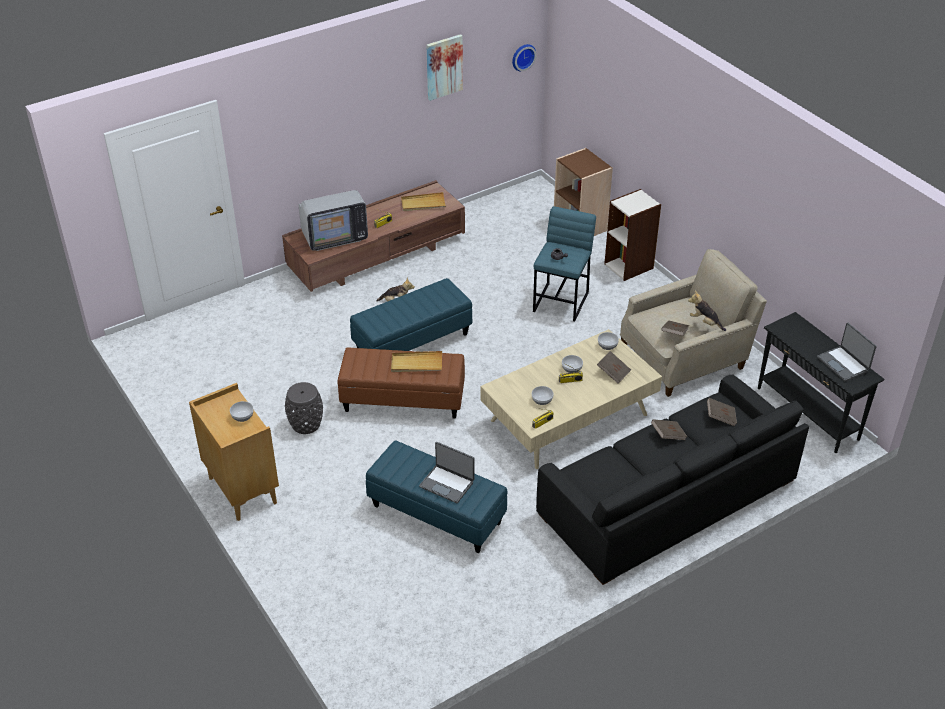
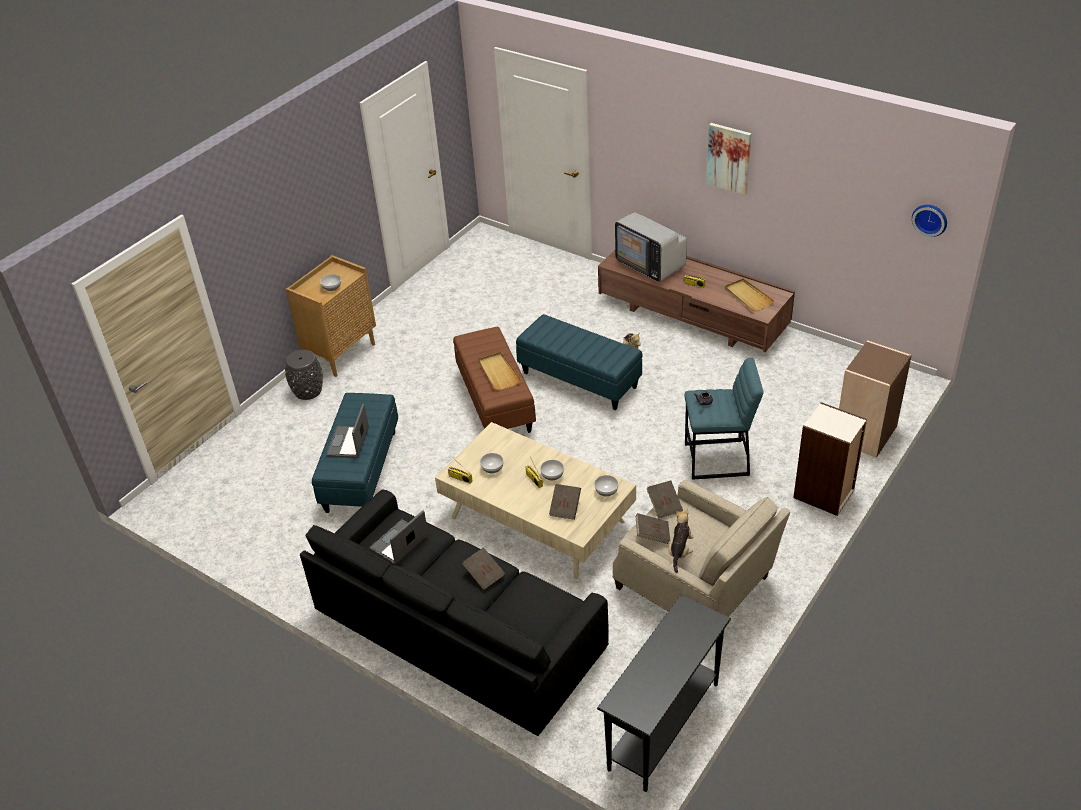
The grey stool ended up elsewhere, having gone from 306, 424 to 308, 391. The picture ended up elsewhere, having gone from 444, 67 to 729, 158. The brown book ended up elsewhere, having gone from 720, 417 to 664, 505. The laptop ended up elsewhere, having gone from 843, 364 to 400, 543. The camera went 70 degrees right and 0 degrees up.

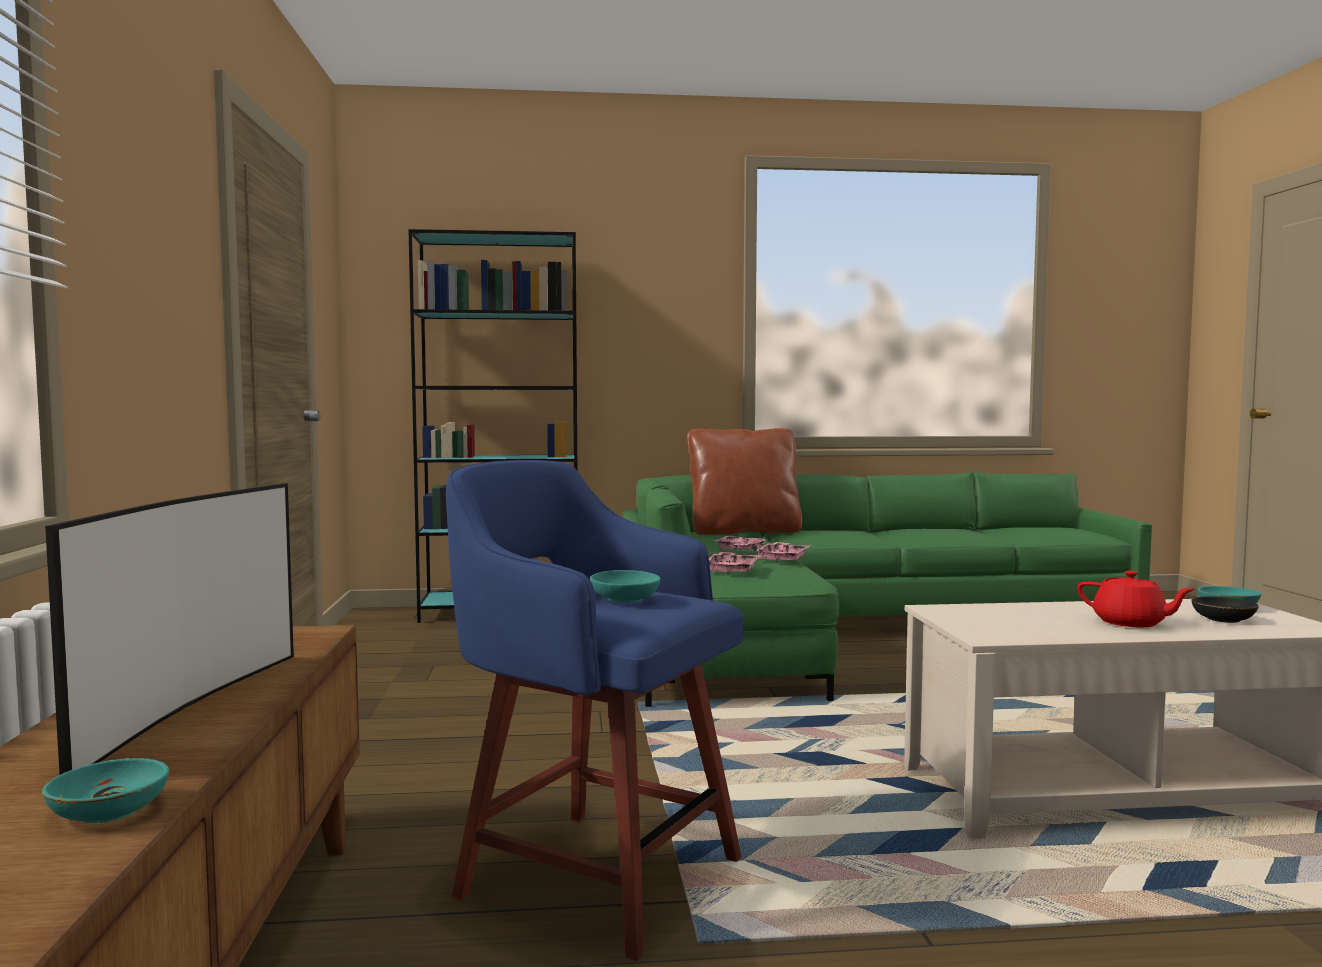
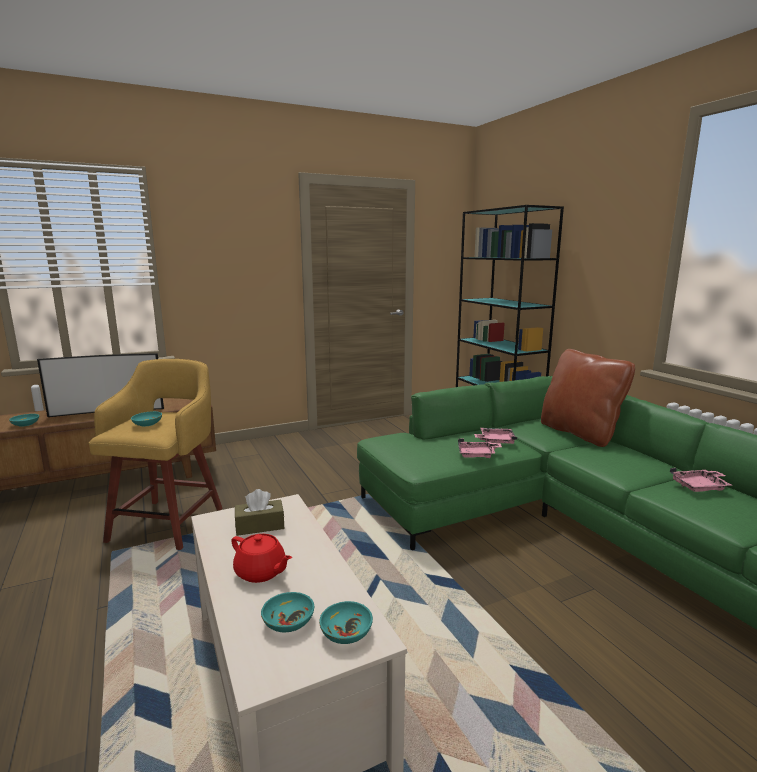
What was the blue stool at 594, 874 turned into the yellow stool at 169, 522. The pink tray ended up elsewhere, having gone from 732, 571 to 700, 487. The red teapot at 1130, 623 ended up facing another way, 75 degrees counterclockwise from before. What was the black bowl at 1223, 619 turned into the turquoise bowl at 288, 621. The second view gained the brown tissue box at 260, 526. The camera went 70 degrees right and 10 degrees up.

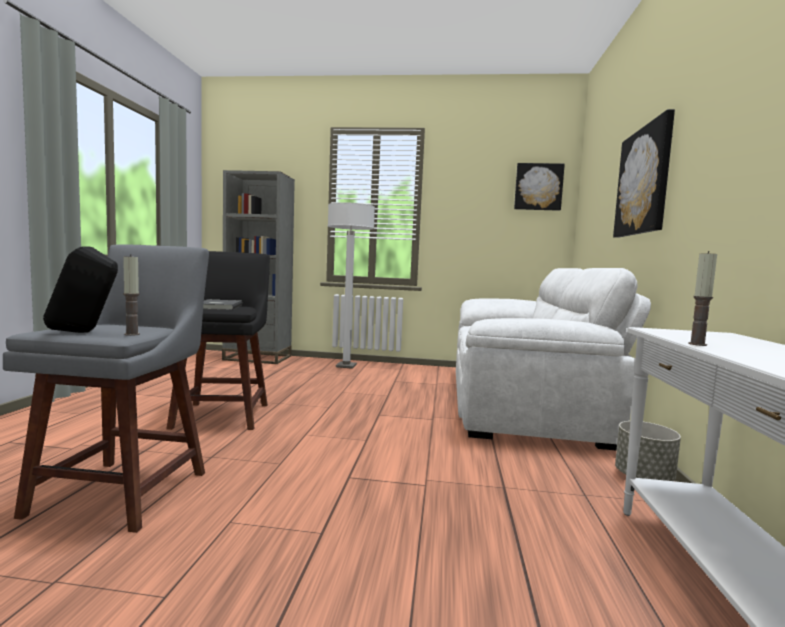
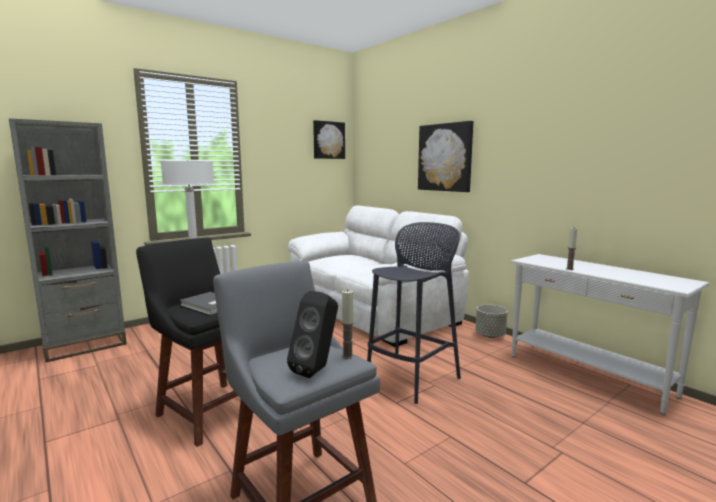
The second view gained the grey stool at 410, 378. The camera went 45 degrees left and 5 degrees up.

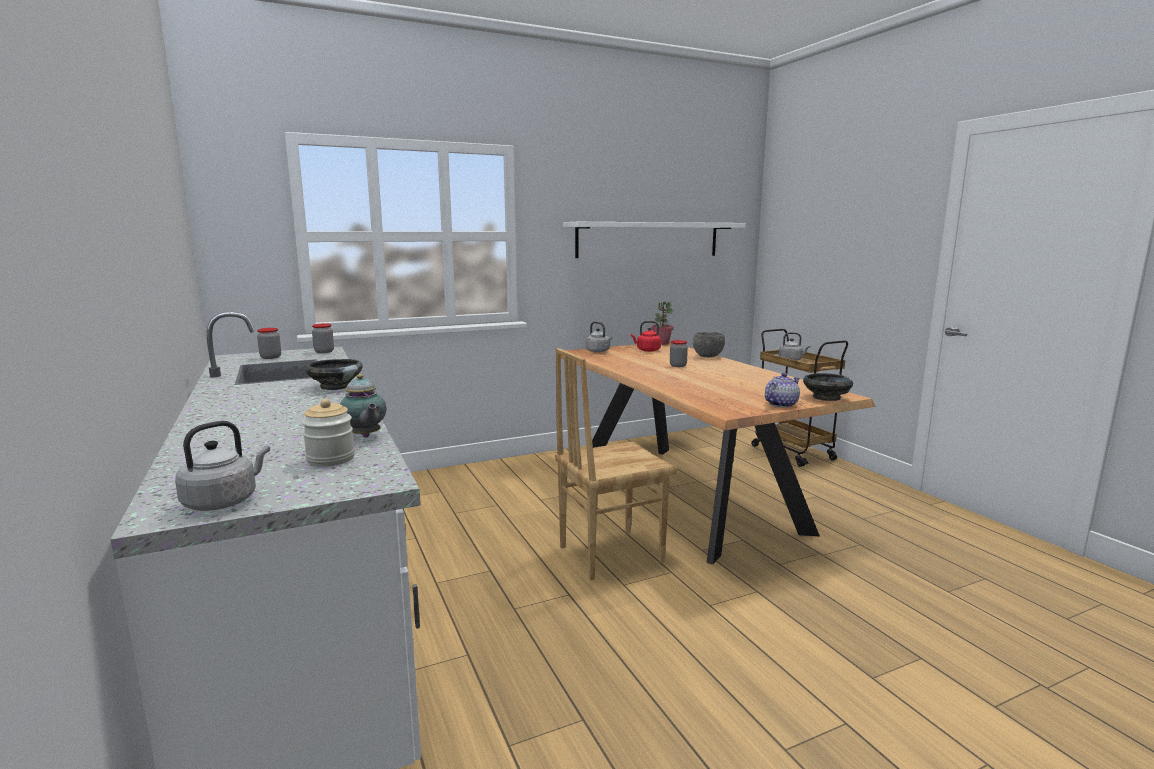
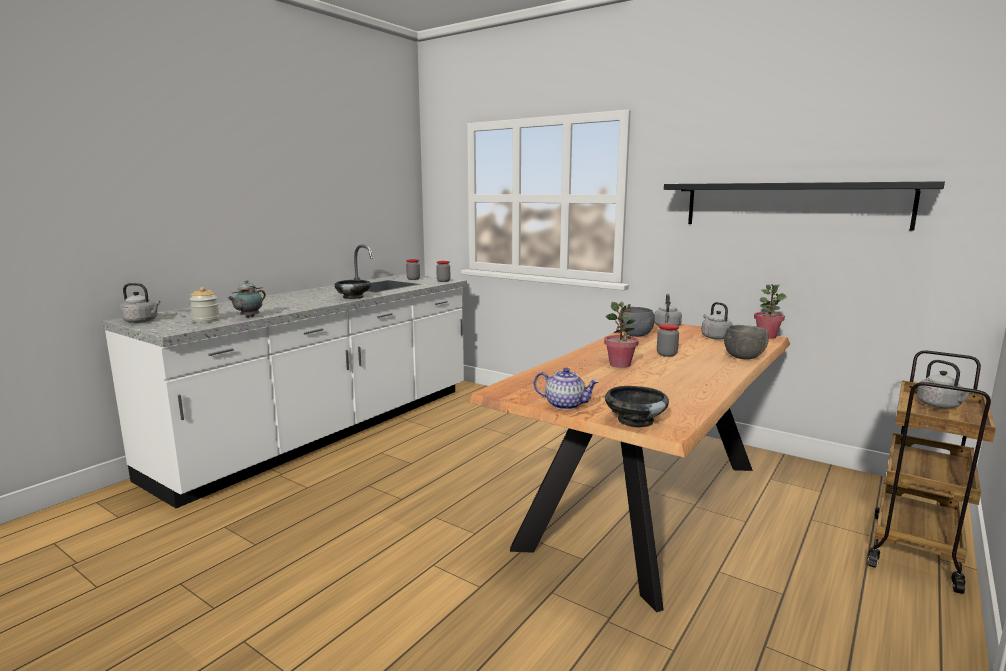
The second view lost the brown chair at 609, 553. What was the white shelf at 648, 239 turned into the black shelf at 792, 205. What was the red kettle at 647, 350 turned into the grey kettle at 714, 337. The second view gained the potted plant at 620, 365. The second view gained the grey bowl at 635, 335. The camera went 60 degrees right and 0 degrees up.

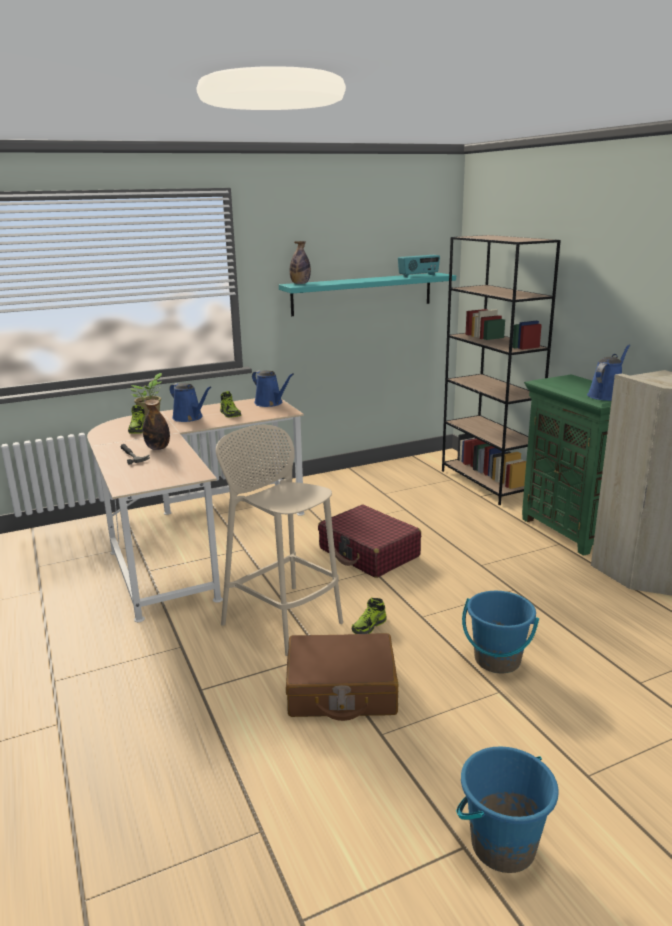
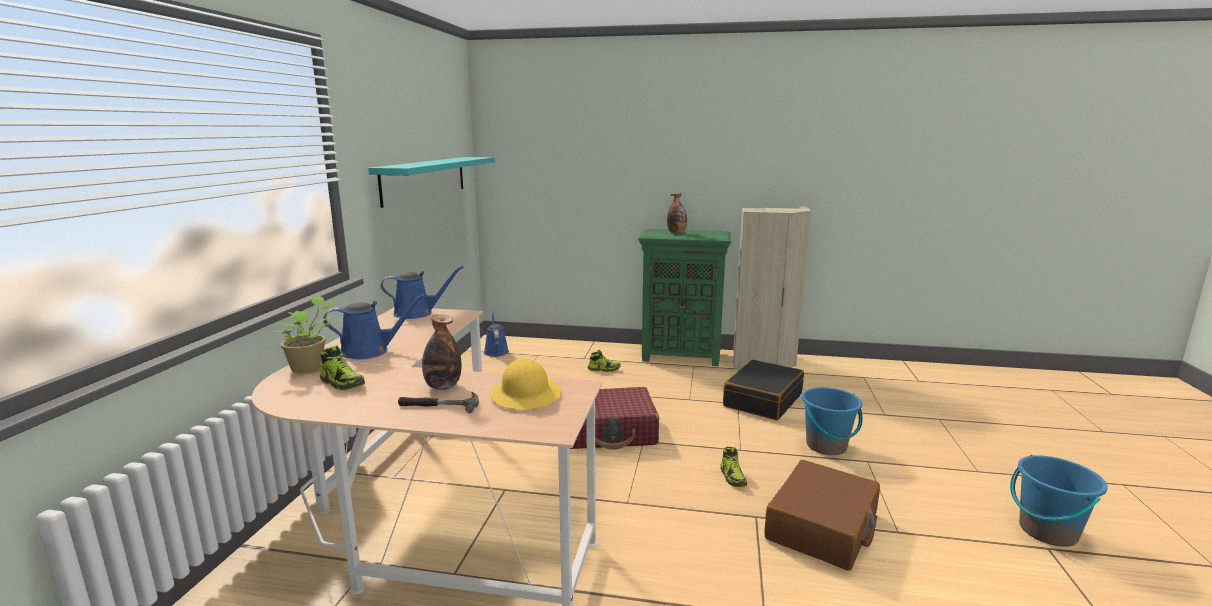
The second view lost the beige stool at 284, 620. The shoe ended up elsewhere, having gone from 230, 414 to 604, 369. The bottle ended up elsewhere, having gone from 300, 284 to 676, 233. The second view lost the radio at 418, 276. The second view lost the beige bookcase at 488, 483. The blue watering can ended up elsewhere, having gone from 606, 395 to 496, 351. The second view gained the yellow hard hat at 526, 395. The second view gained the black suitcase at 762, 400. The camera went 55 degrees left and 5 degrees down.

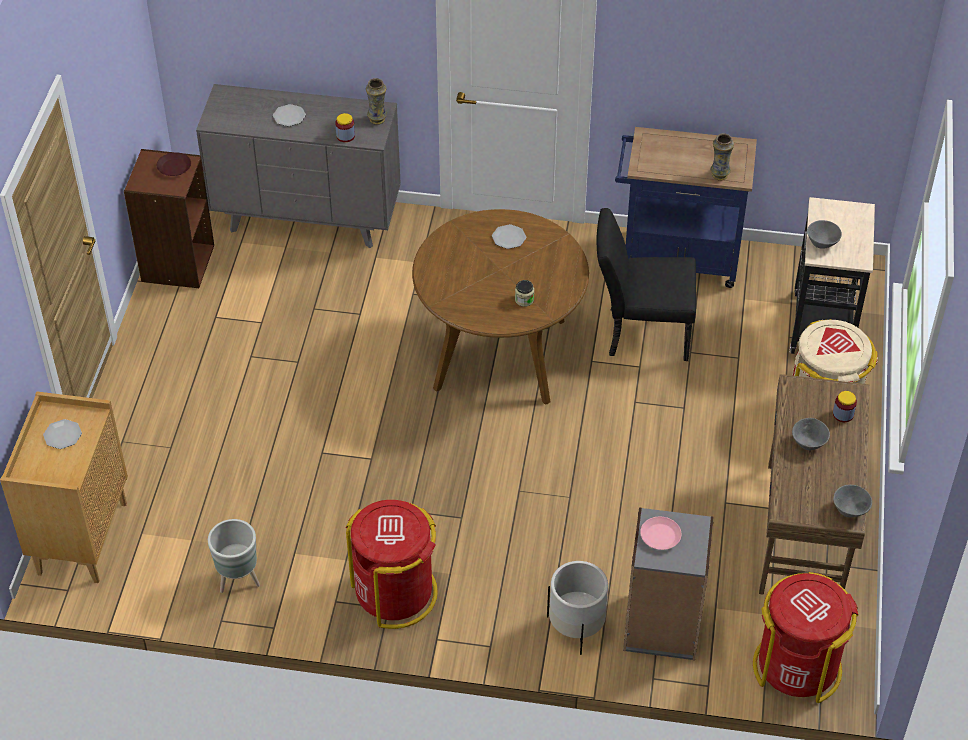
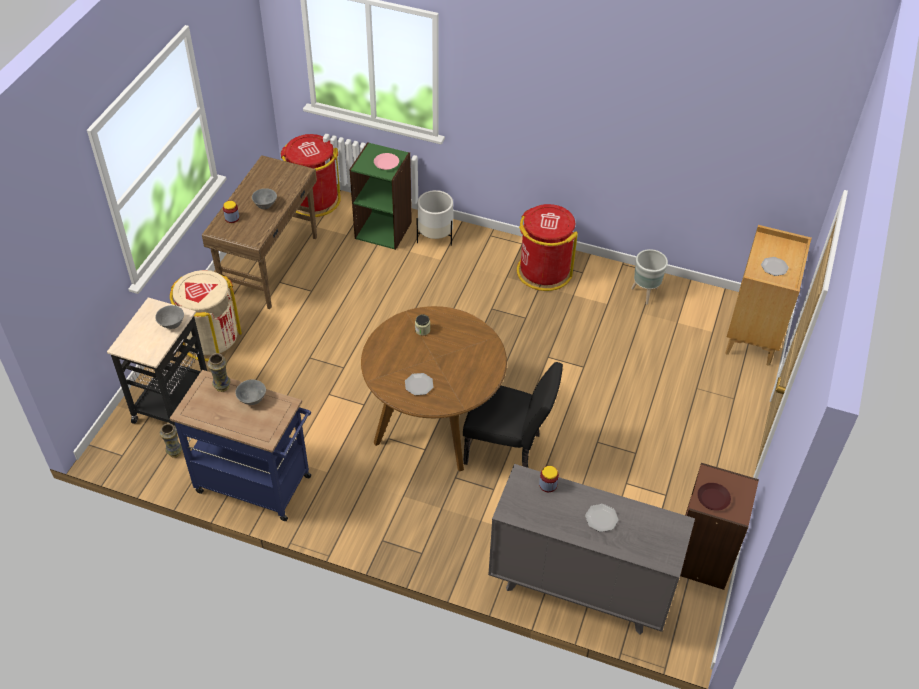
The vase ended up elsewhere, having gone from 377, 119 to 174, 452. The black chair ended up elsewhere, having gone from 640, 333 to 508, 450. What was the grey bookcase at 661, 627 turned into the green bookcase at 383, 230. The grey bowl ended up elsewhere, having gone from 850, 511 to 252, 399. The camera went 170 degrees left and 0 degrees up.

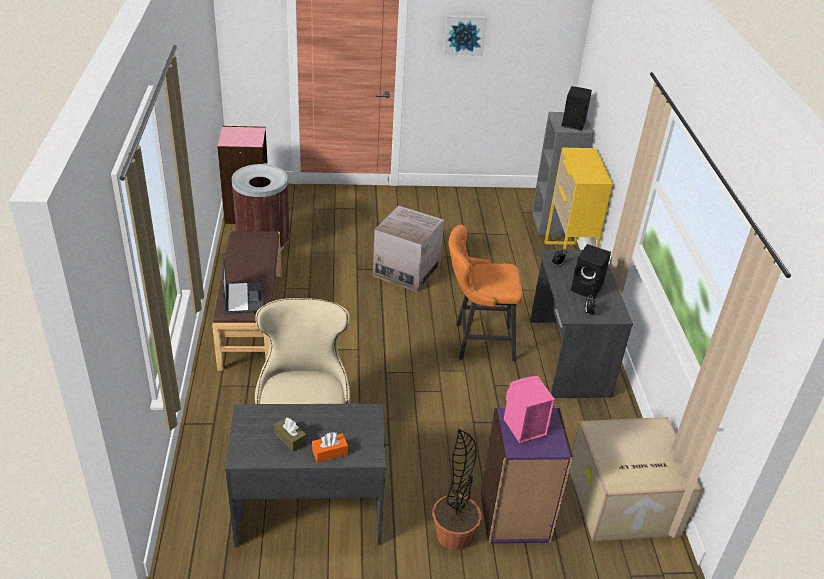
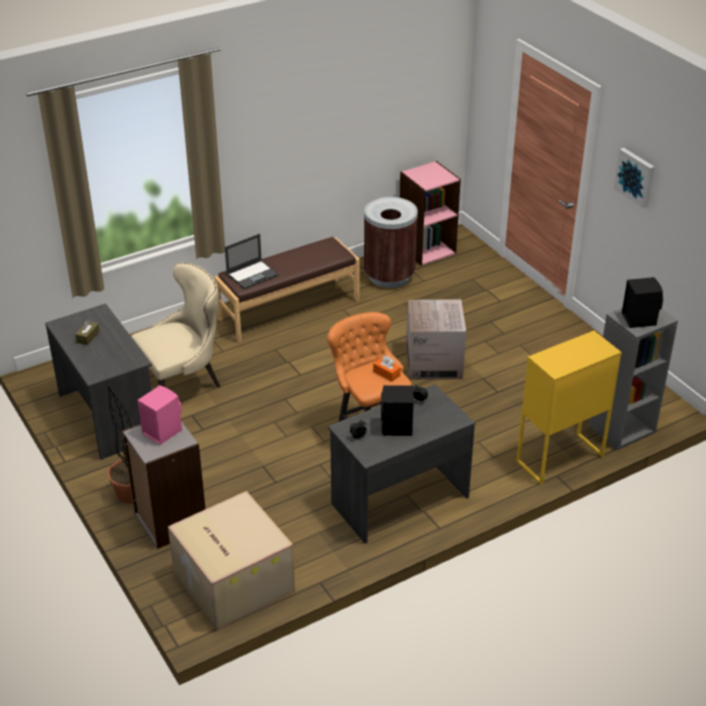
The orange tissue box ended up elsewhere, having gone from 330, 452 to 386, 373. What was the purple bookcase at 514, 518 turned into the grey bookcase at 170, 521. The camera went 65 degrees right and 0 degrees up.

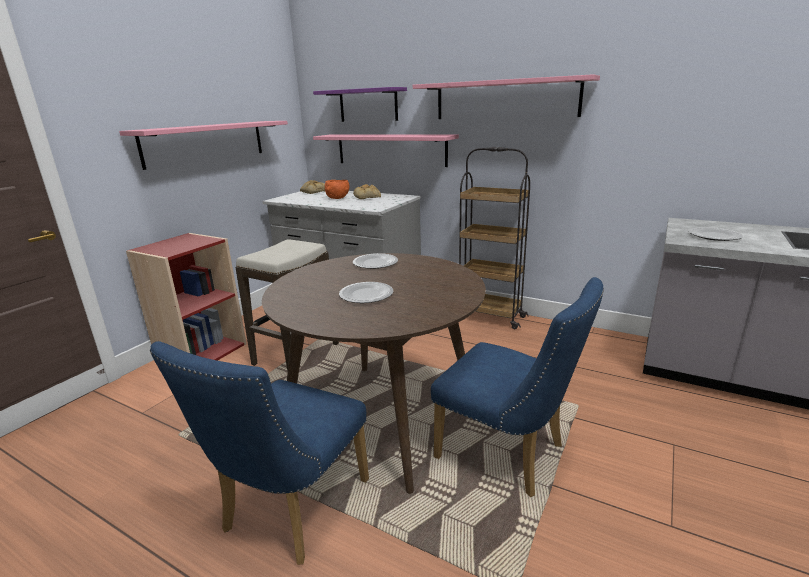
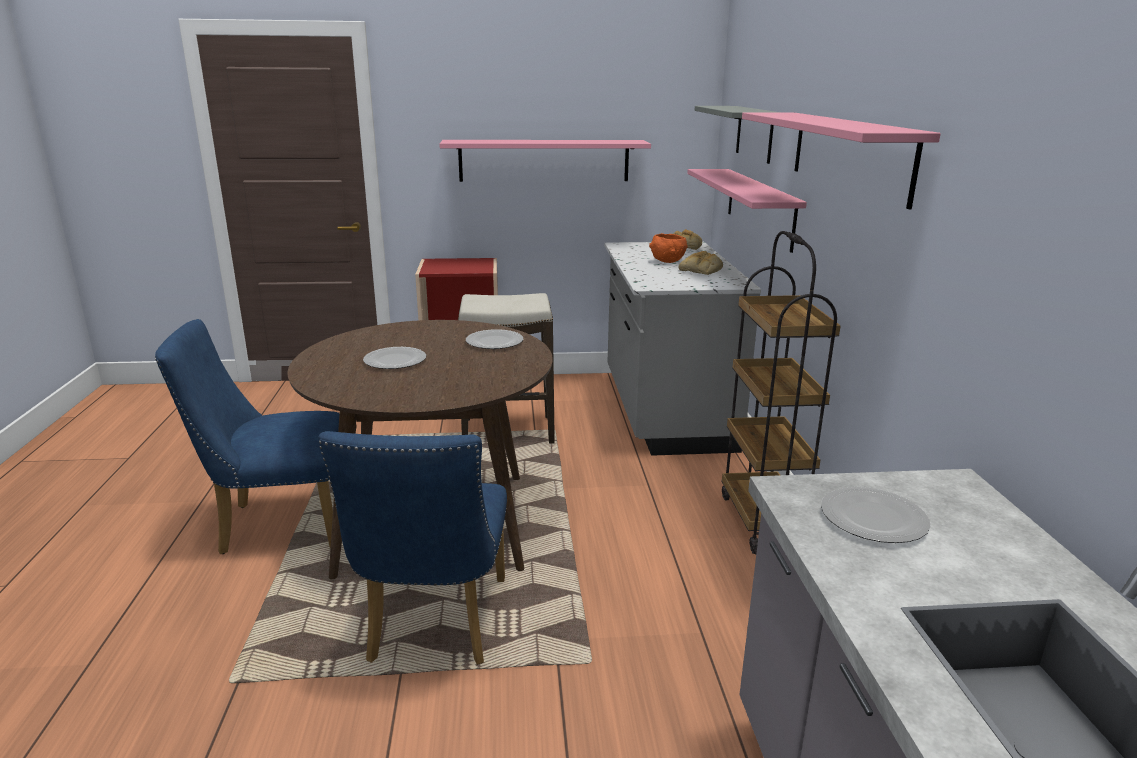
What was the purple shelf at 368, 105 turned into the grey shelf at 754, 133. The camera went 55 degrees right and 0 degrees up.

